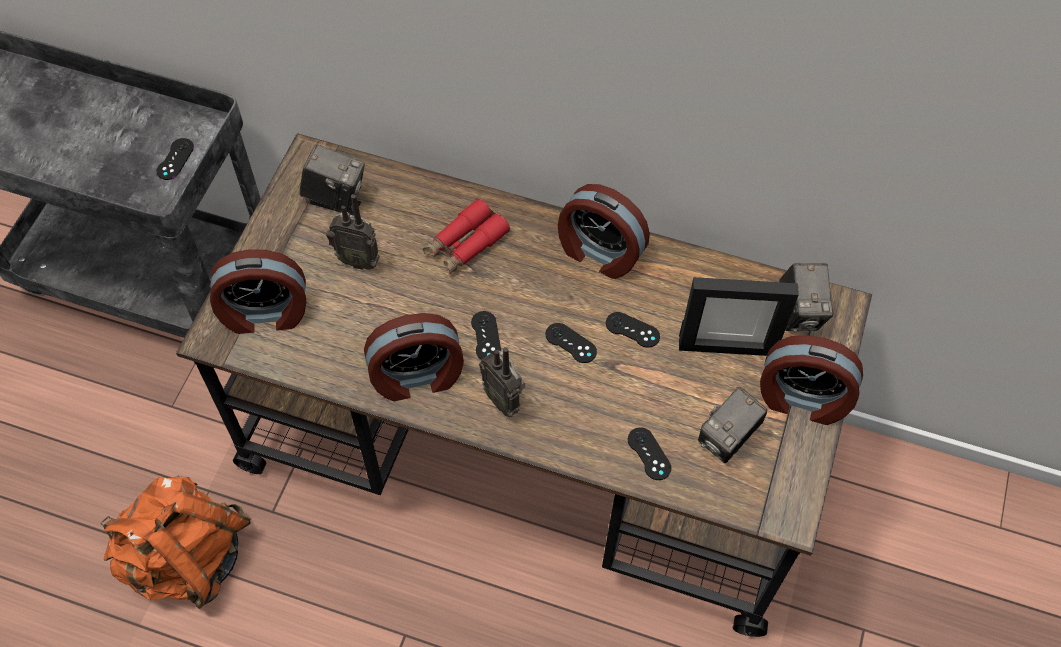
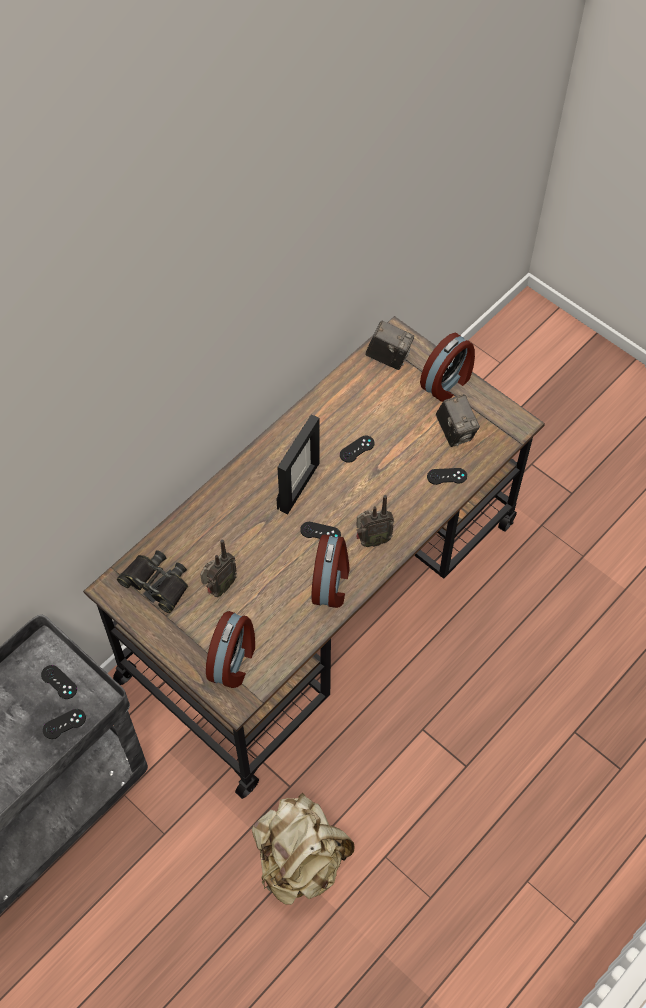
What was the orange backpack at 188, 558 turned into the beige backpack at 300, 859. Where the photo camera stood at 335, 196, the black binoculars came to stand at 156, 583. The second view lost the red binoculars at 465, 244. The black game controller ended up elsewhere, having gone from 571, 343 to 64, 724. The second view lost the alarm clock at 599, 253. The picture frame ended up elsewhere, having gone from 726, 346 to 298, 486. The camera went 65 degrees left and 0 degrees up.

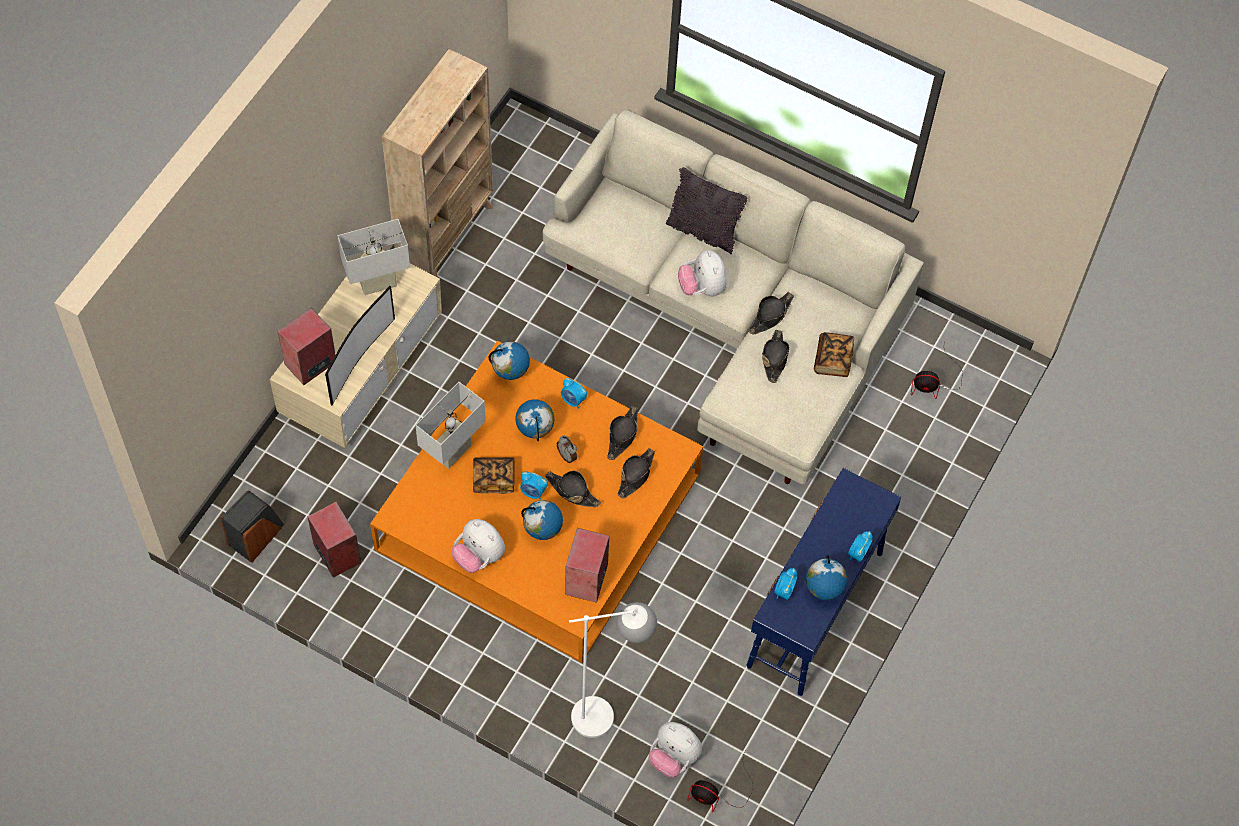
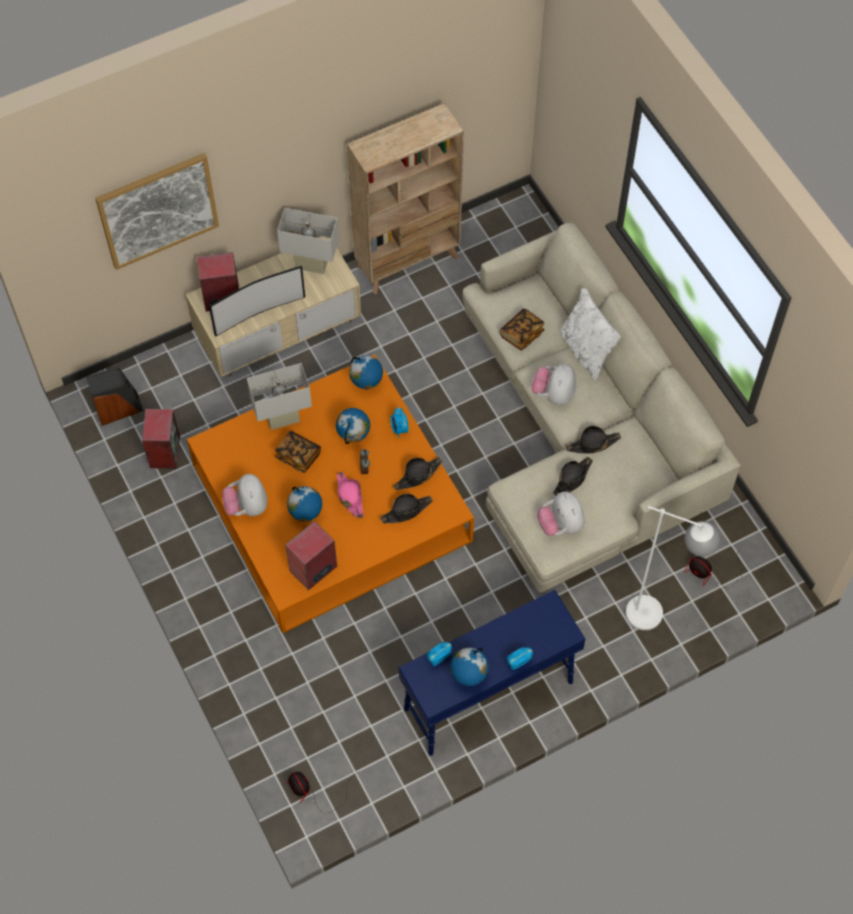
The second view lost the alarm clock at 533, 492. What was the black hat at 572, 491 turned into the pink hat at 350, 496. The white floor lamp ended up elsewhere, having gone from 607, 714 to 657, 617. The plush toy ended up elsewhere, having gone from 673, 757 to 560, 525. What was the black pillow at 703, 231 turned into the white pillow at 586, 351. The book ended up elsewhere, having gone from 833, 360 to 521, 334. The second view gained the picture at 158, 210. The camera went 35 degrees right and 0 degrees up.

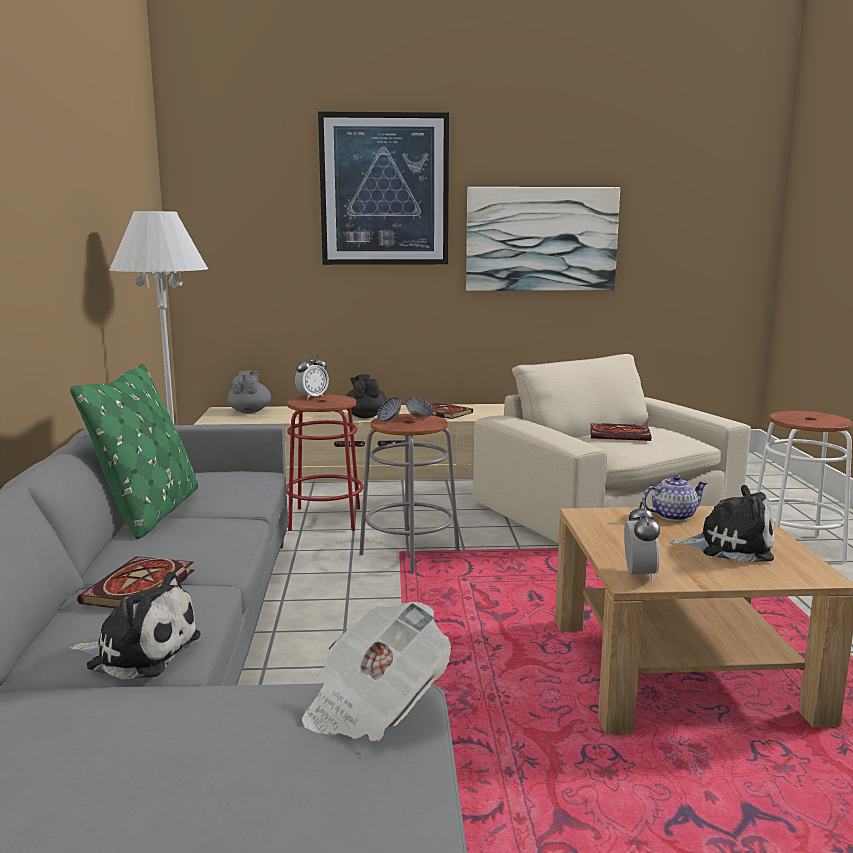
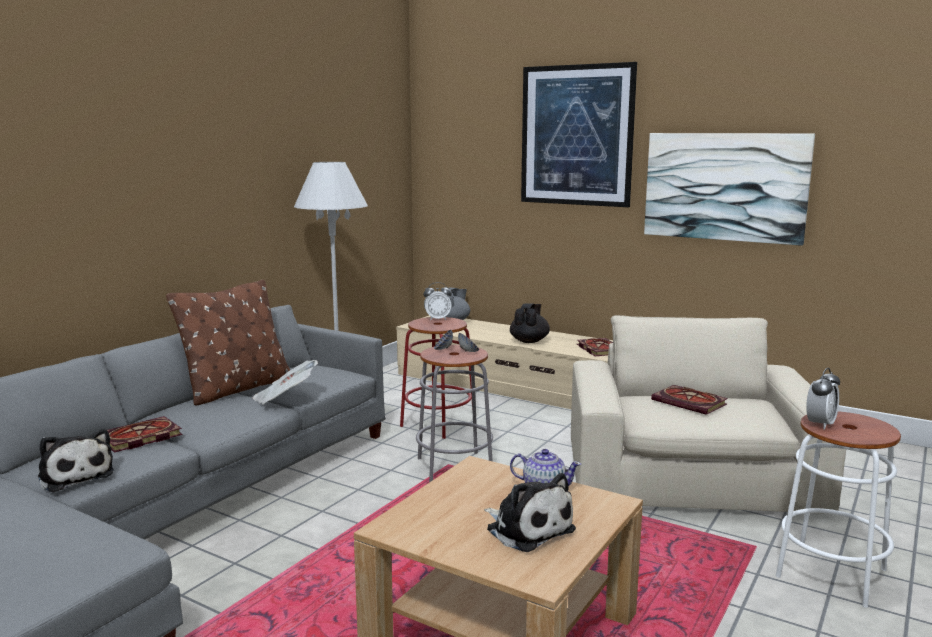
What was the green pillow at 150, 512 turned into the brown pillow at 237, 389. The newspaper ended up elsewhere, having gone from 374, 705 to 285, 399. The alarm clock ended up elsewhere, having gone from 639, 575 to 820, 424. The camera went 35 degrees right and 0 degrees up.

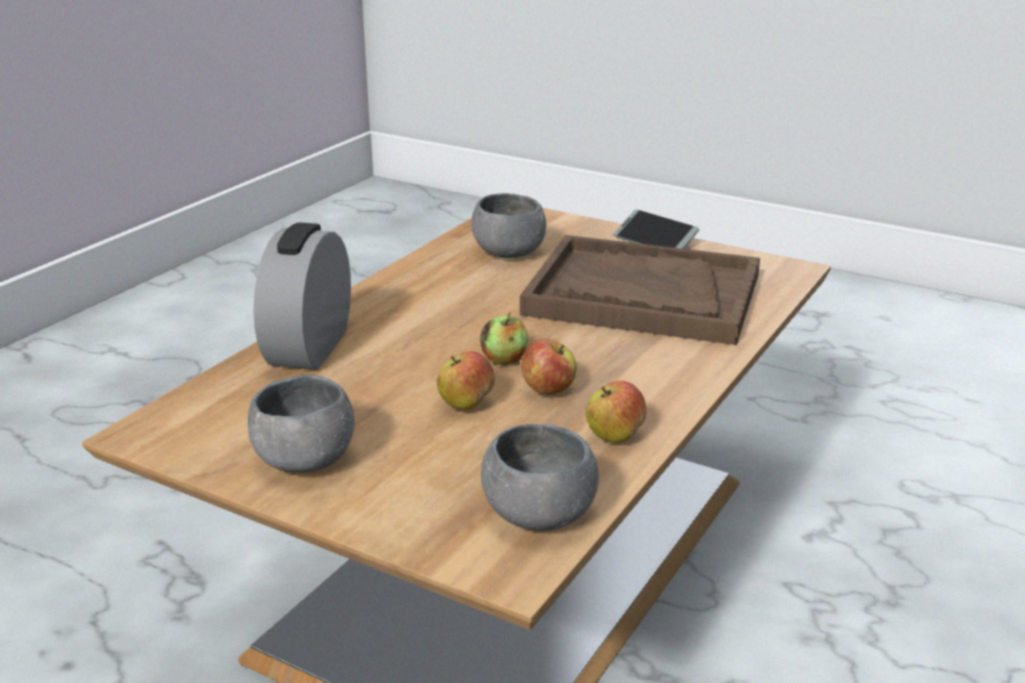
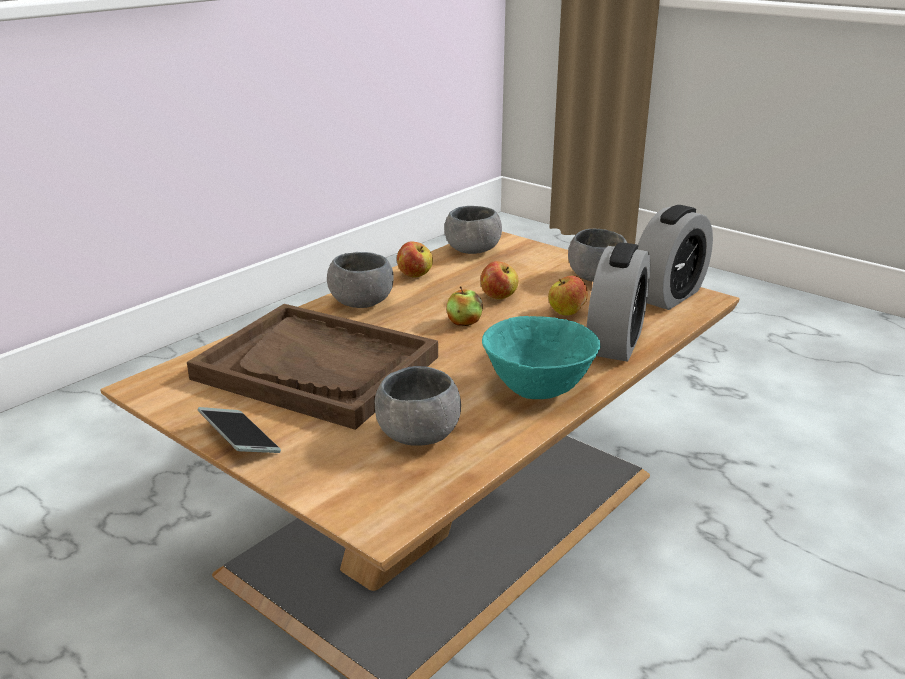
The apple ended up elsewhere, having gone from 548, 390 to 566, 313. The second view gained the grey bowl at 362, 303. The second view gained the turquoise bowl at 538, 389. The second view gained the alarm clock at 668, 295. The camera went 170 degrees left and 0 degrees up.

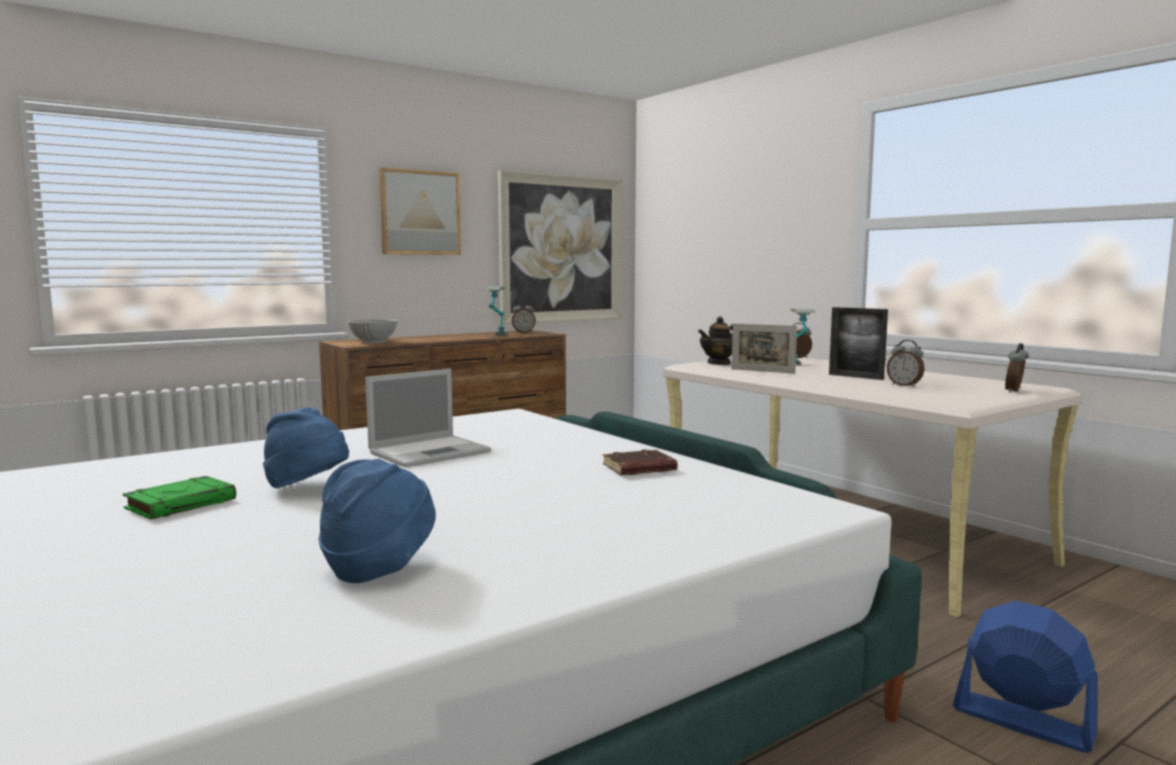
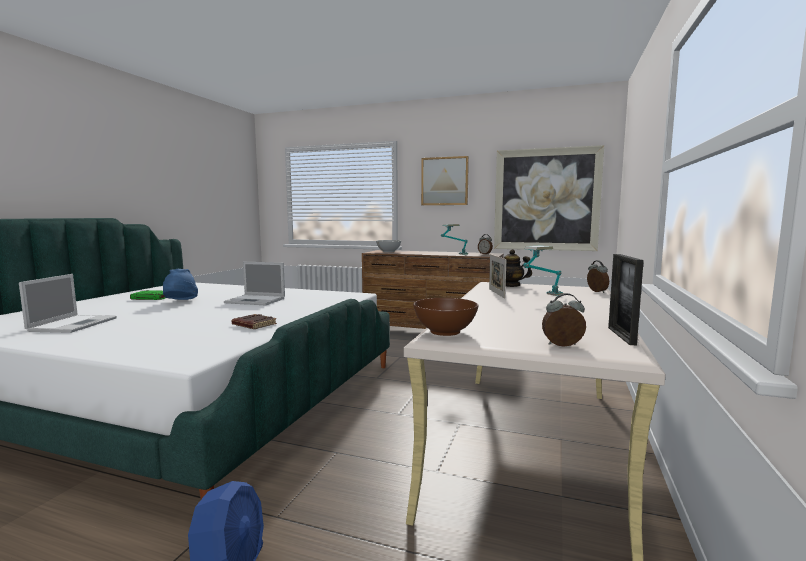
Where the blue hat stood at 379, 568, the laptop came to stand at 74, 324. The picture frame ended up elsewhere, having gone from 855, 376 to 621, 336. The second view lost the alarm clock at 904, 385. The second view gained the brown bowl at 445, 332. The camera went 55 degrees right and 0 degrees up.

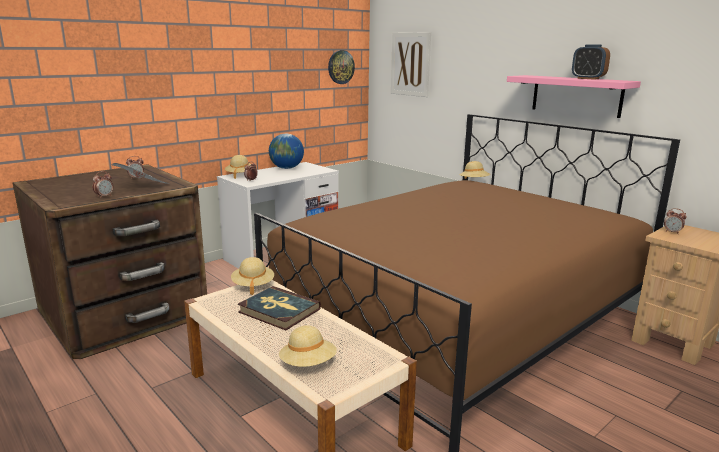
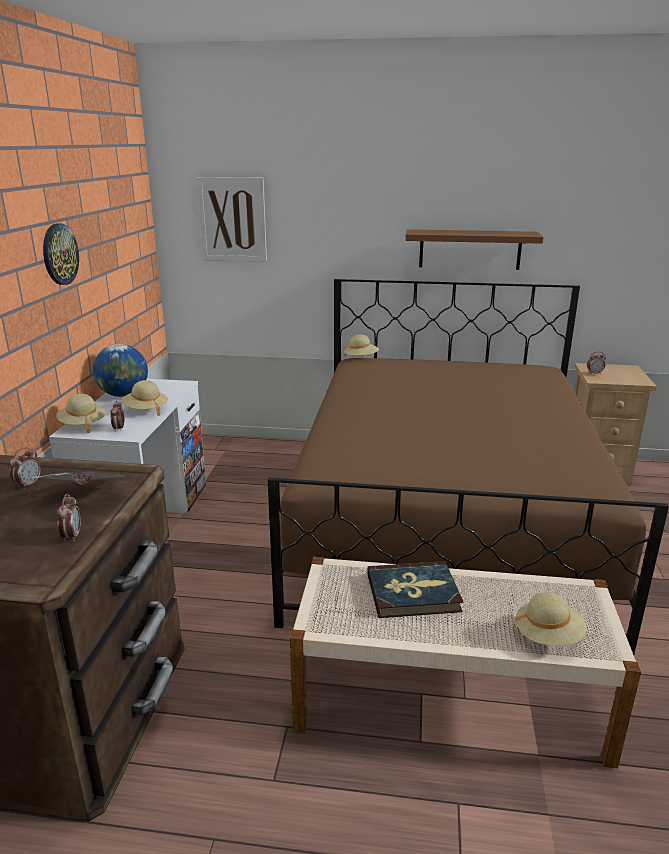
The beige hat ended up elsewhere, having gone from 253, 285 to 146, 410. The wall clock ended up elsewhere, having gone from 340, 67 to 59, 254. What was the pink shelf at 576, 95 turned into the brown shelf at 470, 249. The second view lost the alarm clock at 588, 78. The camera went 40 degrees left and 5 degrees up.

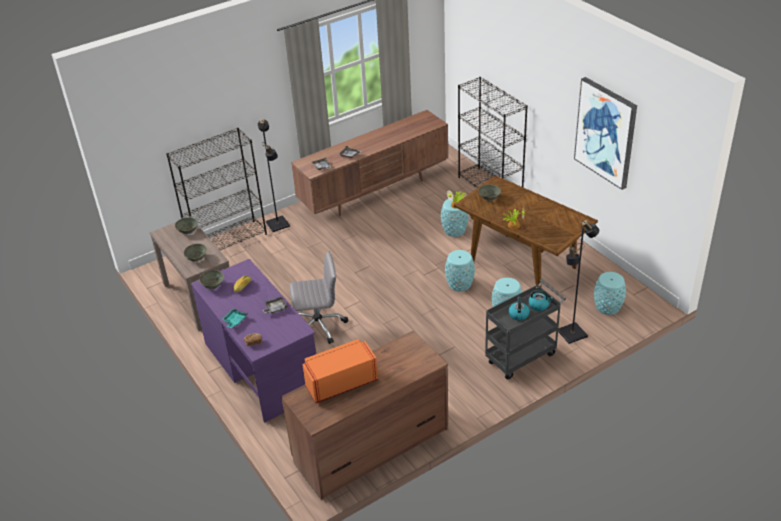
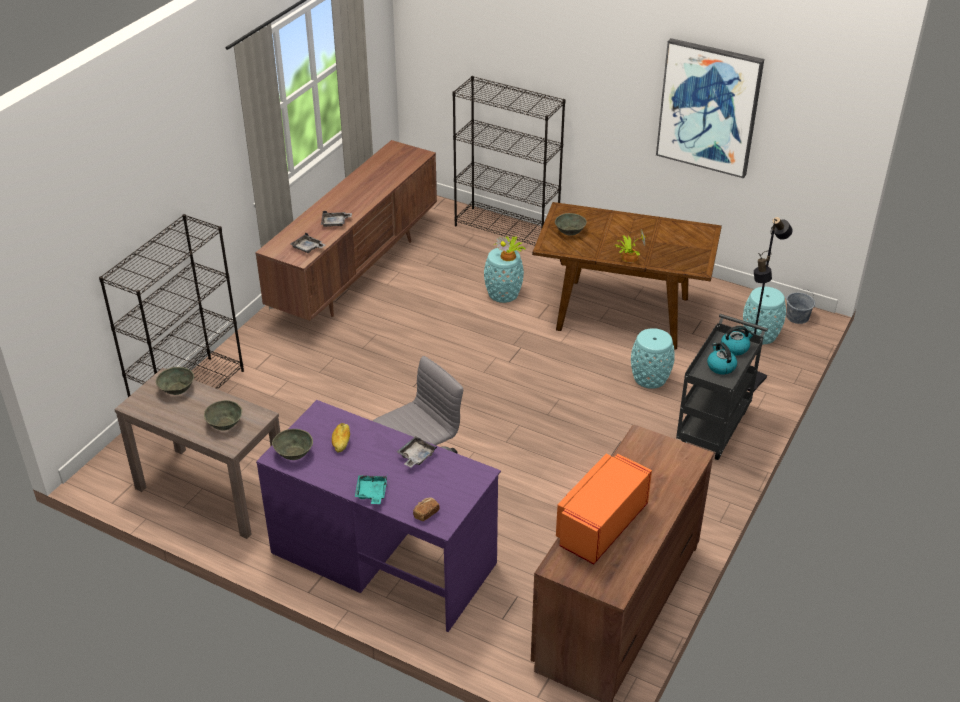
The second view lost the black floor lamp at 277, 224. The second view lost the turquoise stool at 459, 284. The second view gained the grey bucket at 797, 317. The camera went 30 degrees left and 0 degrees up.

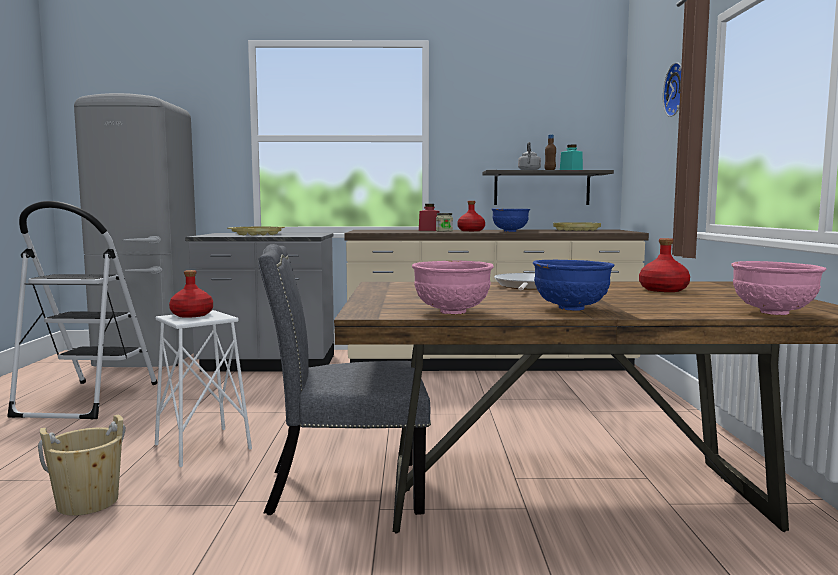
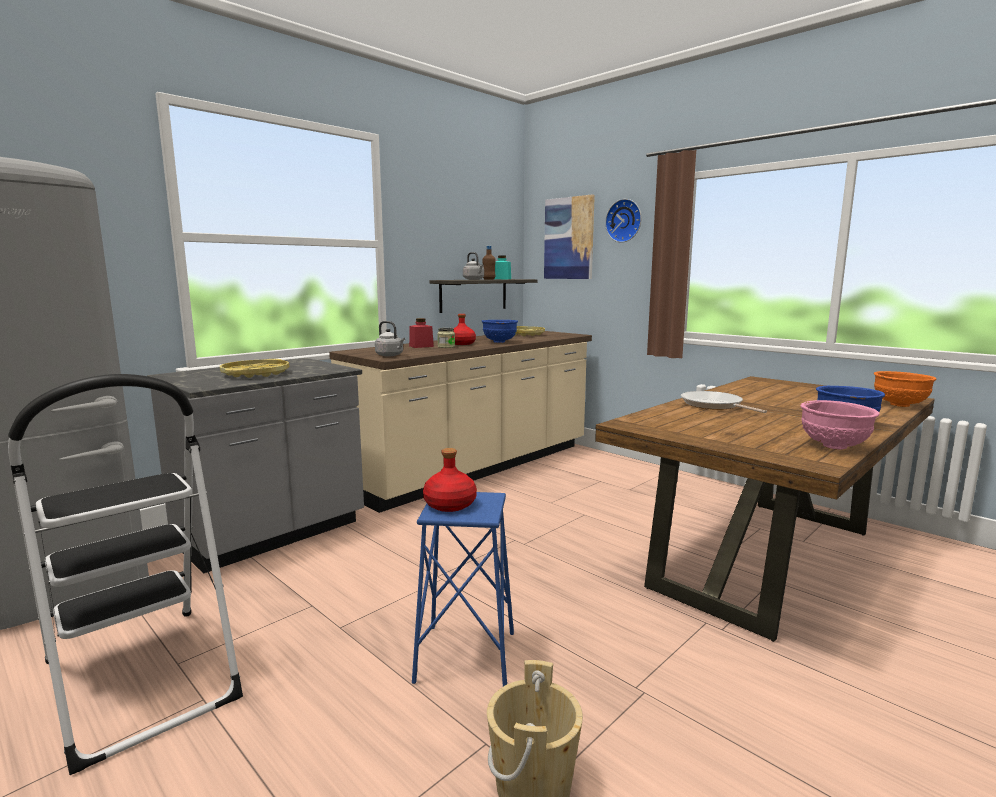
What was the white stool at 203, 446 turned into the blue stool at 466, 656. The second view lost the grey chair at 348, 489. The second view lost the red bottle at 662, 290. What was the pink bowl at 774, 313 turned into the orange bowl at 900, 405. The second view gained the grey kettle at 390, 355. The second view gained the picture at 569, 238. The camera went 45 degrees left and 5 degrees up.

